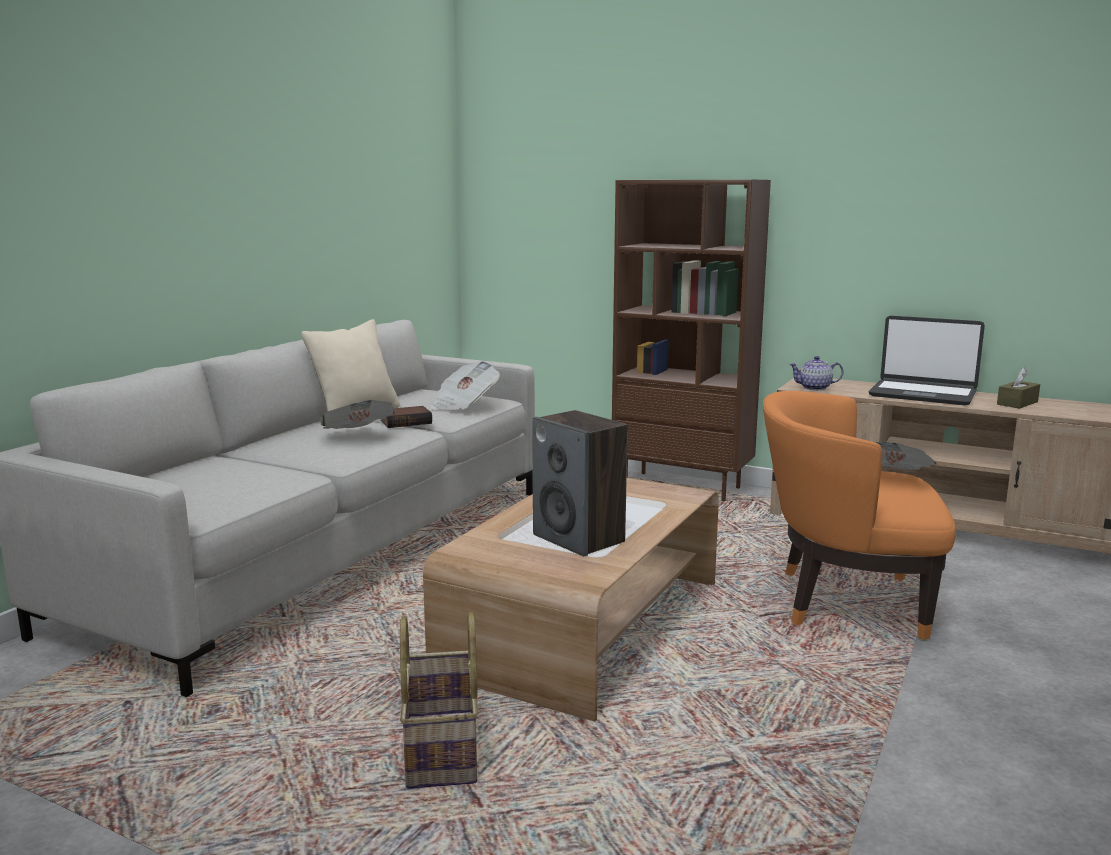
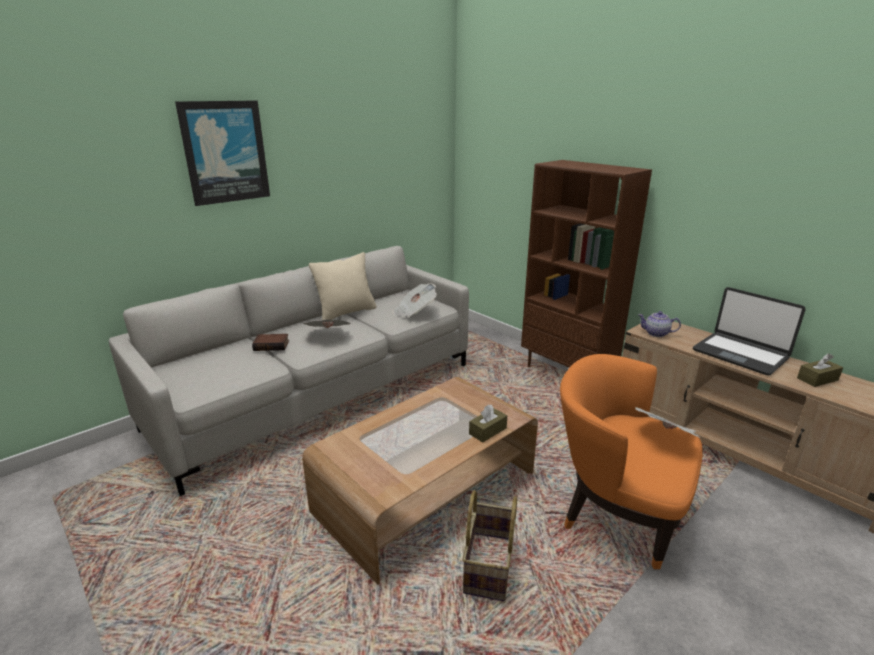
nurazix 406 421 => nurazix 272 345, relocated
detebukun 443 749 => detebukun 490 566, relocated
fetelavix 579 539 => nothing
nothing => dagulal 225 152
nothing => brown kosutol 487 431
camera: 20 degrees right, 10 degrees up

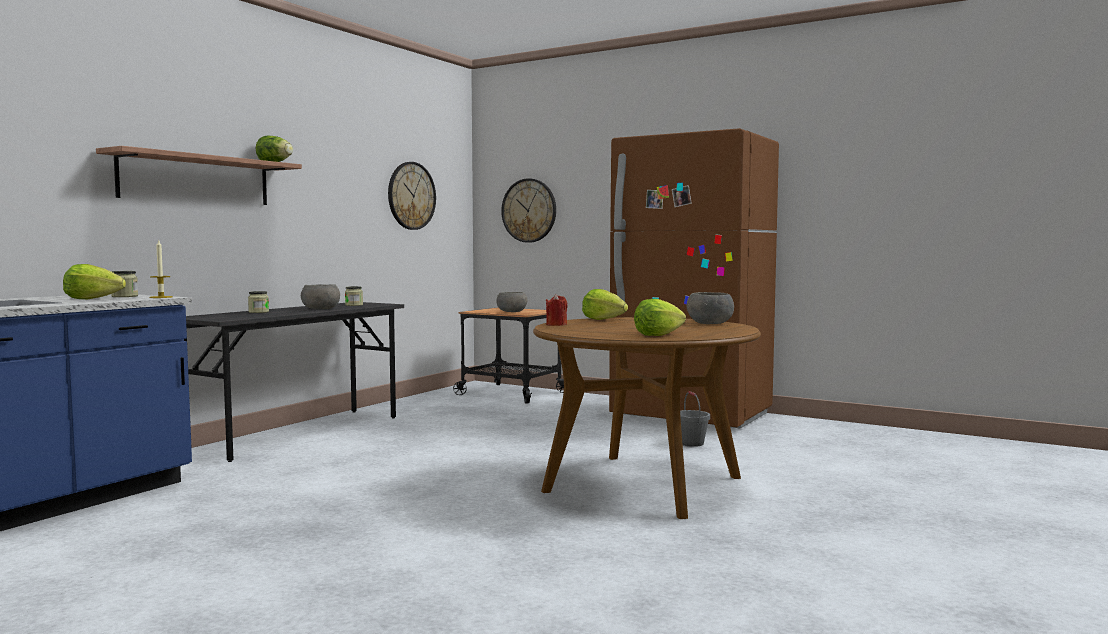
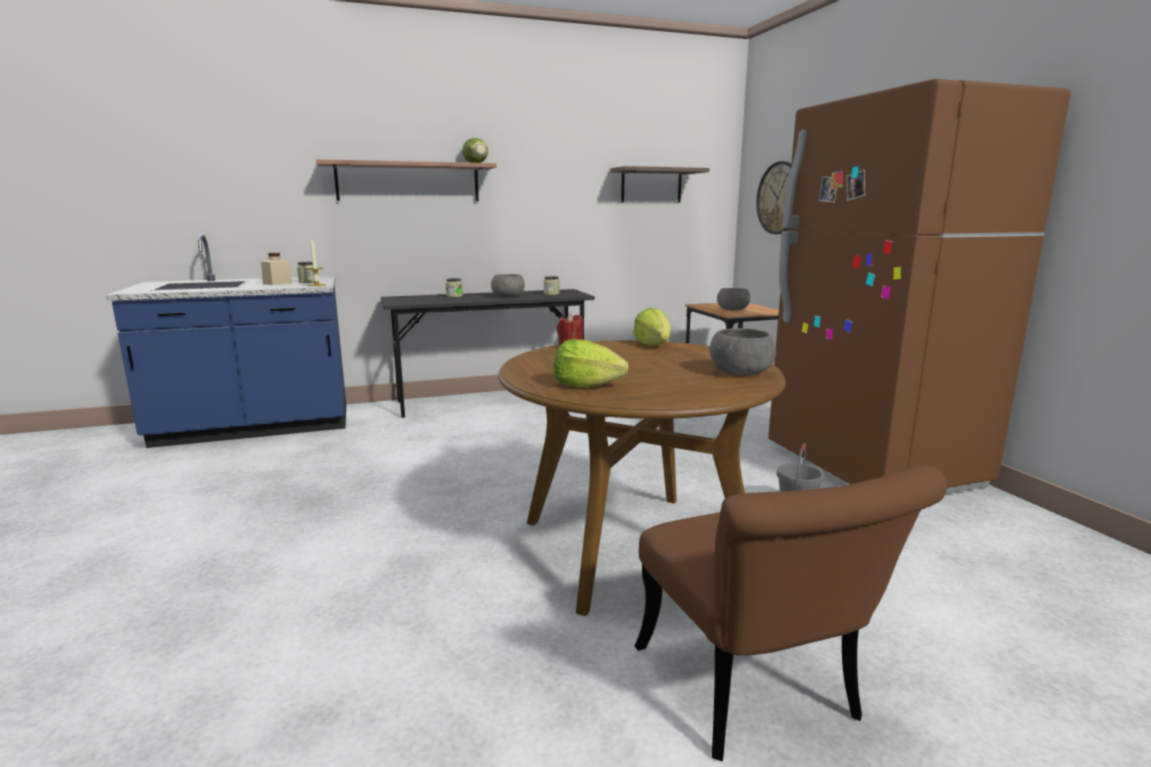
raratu 92 299 => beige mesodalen 277 283
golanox 411 196 => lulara 651 185
nothing => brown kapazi 757 697
camera: 40 degrees right, 10 degrees up

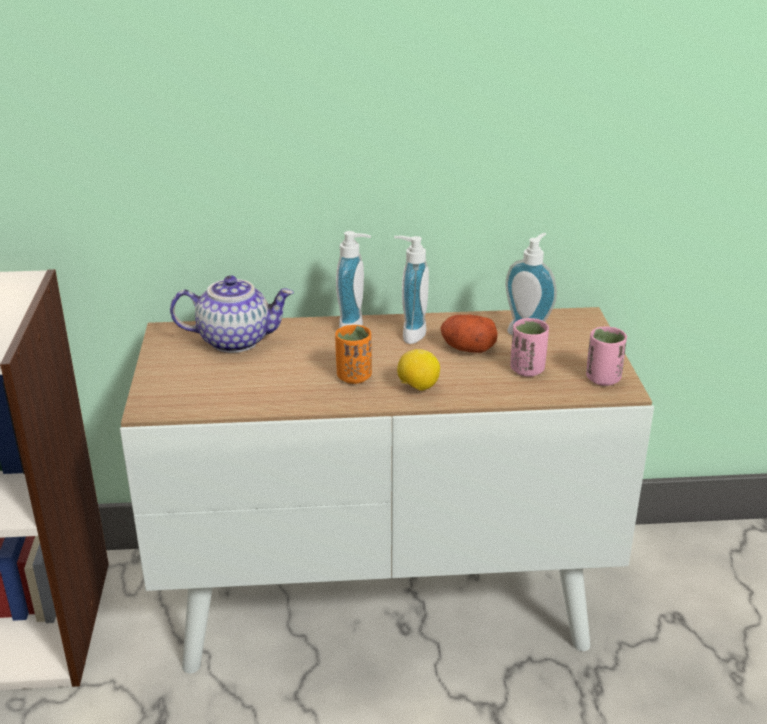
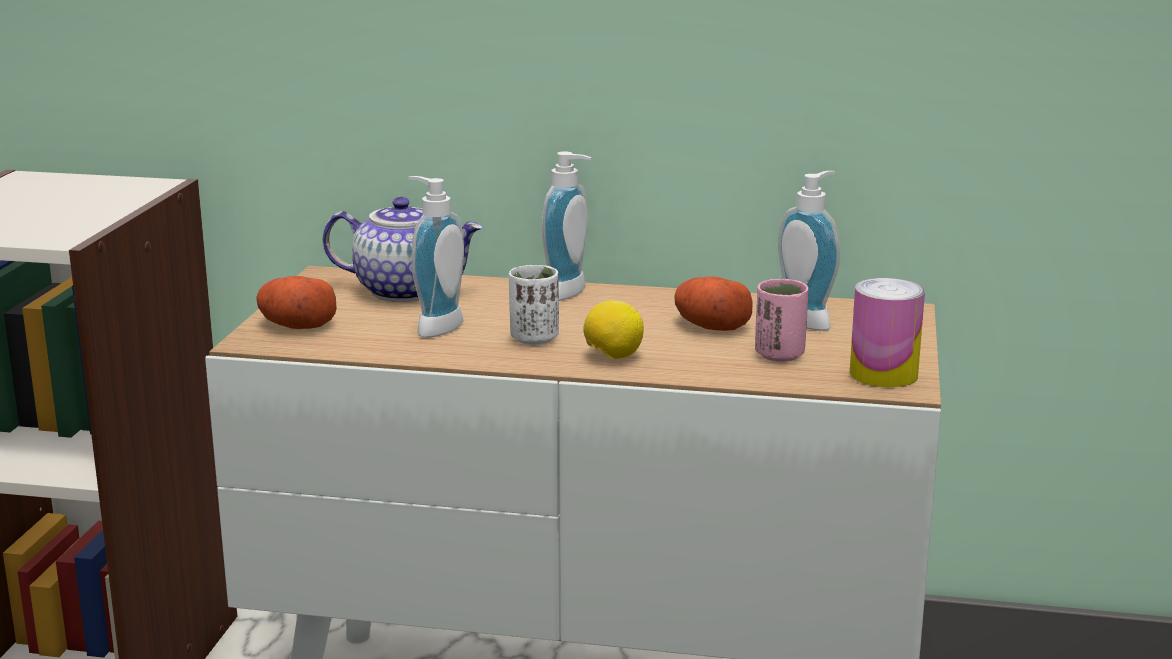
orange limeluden 354 377 => white limeluden 534 338
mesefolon 409 333 => mesefolon 434 327, relocated
pink limeluden 603 379 => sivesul 883 374
nothing => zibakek 295 325
camera: 15 degrees right, 10 degrees down

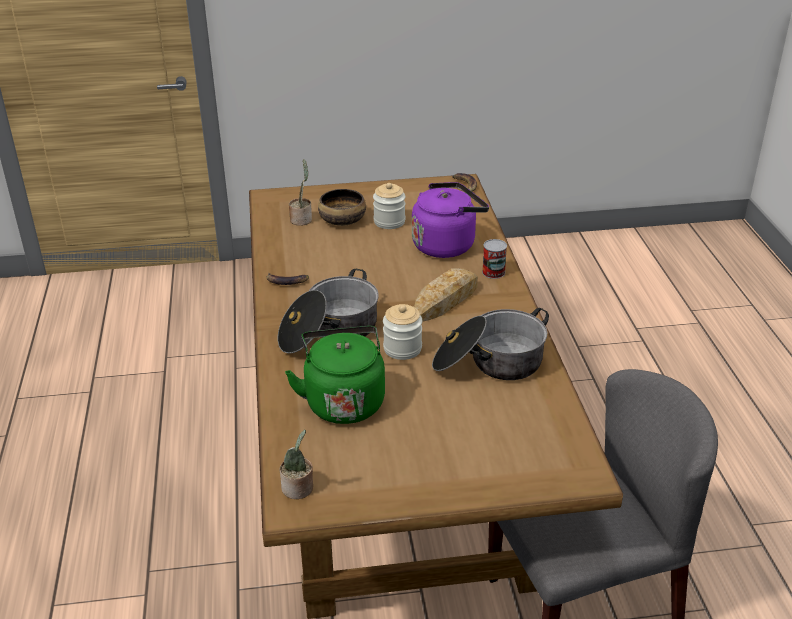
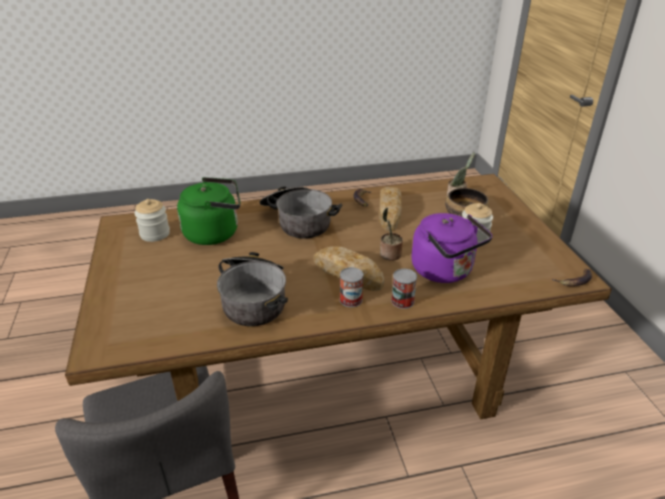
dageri 299 489 => dageri 389 255, relocated
mesodalen 402 349 => mesodalen 155 234, relocated
nothing => sivesul 351 299
nothing => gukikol 389 212
camera: 85 degrees right, 0 degrees up

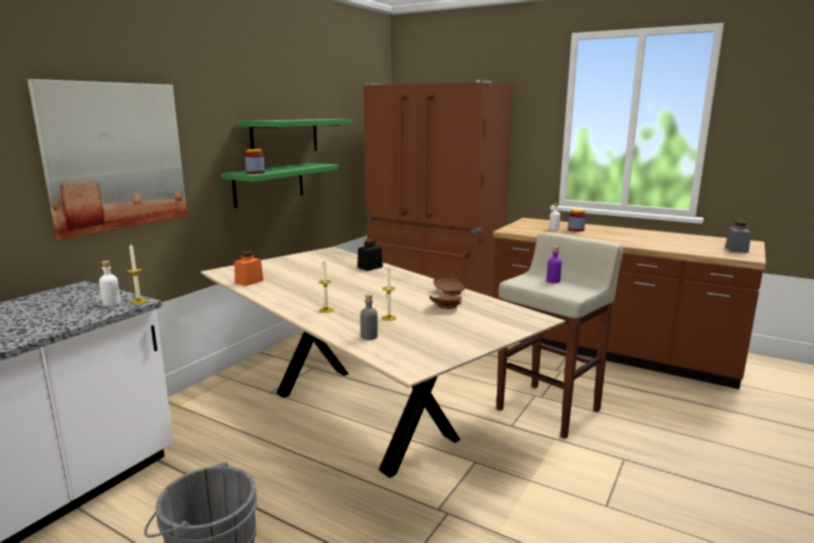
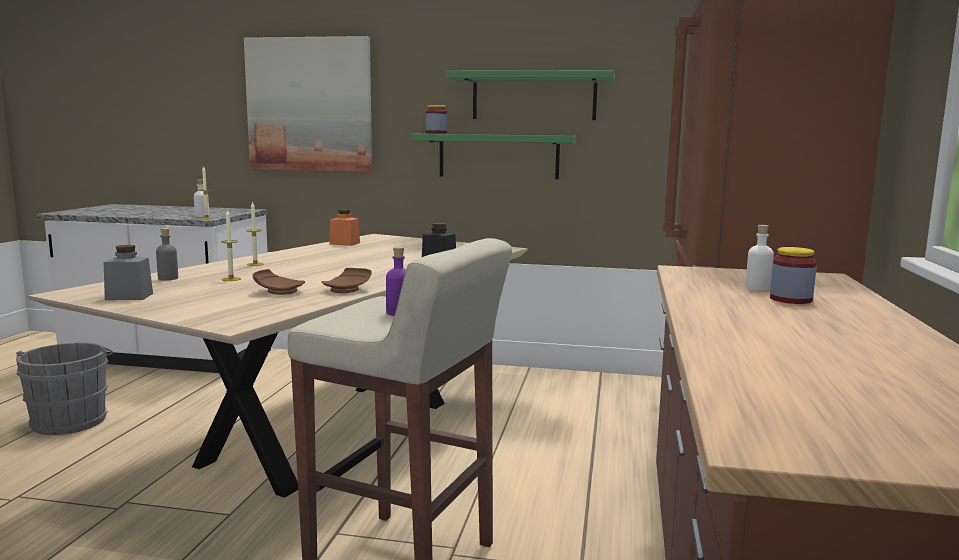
grey mesodalen 736 250 => grey mesodalen 129 296, relocated
camera: 70 degrees right, 5 degrees down

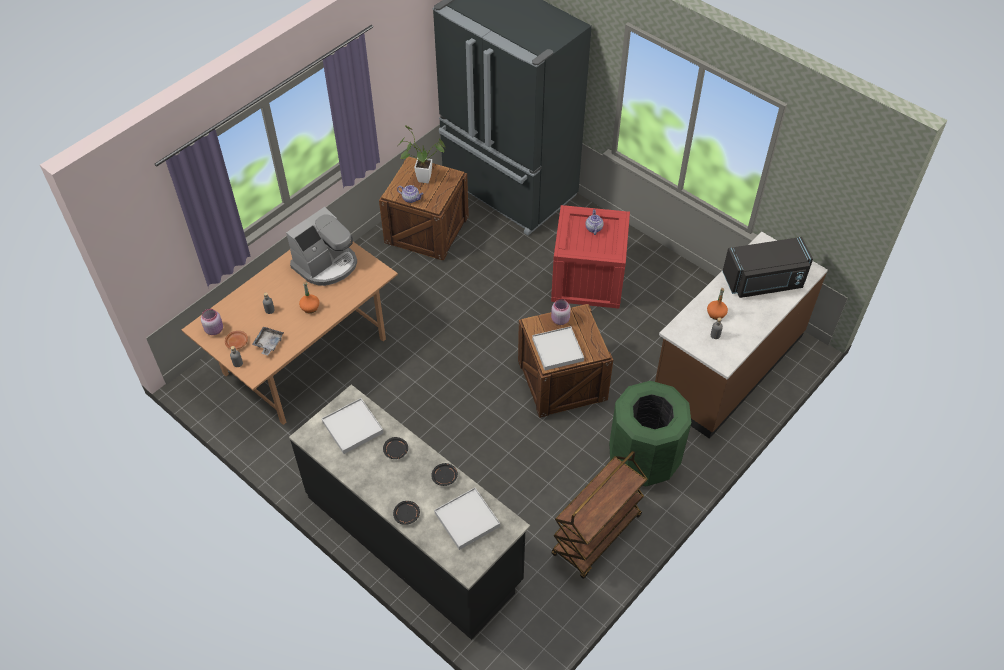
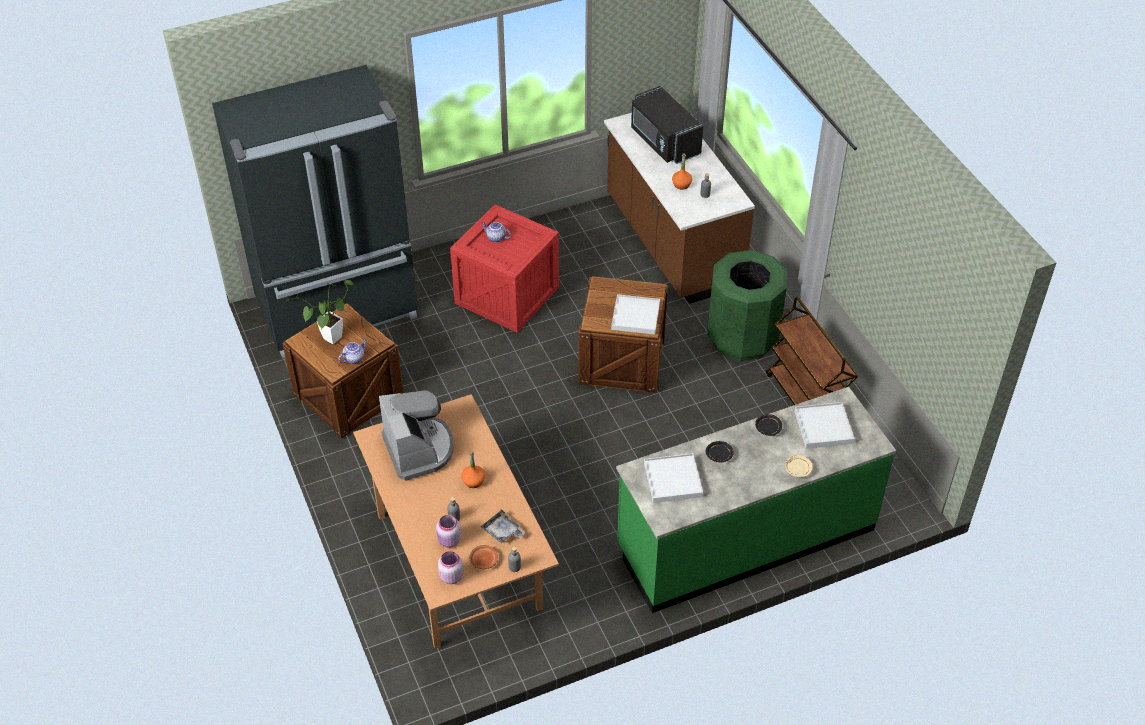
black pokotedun 414 538 => green pokotedun 745 538
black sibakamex 407 514 => beige sibakamex 797 469
pink mesodalen 559 320 => pink mesodalen 449 541, relocated
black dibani 764 282 => black dibani 663 142, 135 degrees clockwise
camera: 65 degrees left, 5 degrees down

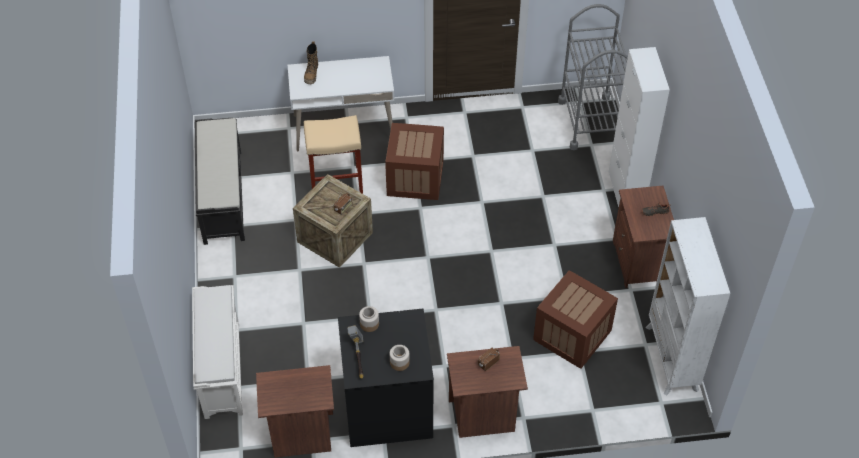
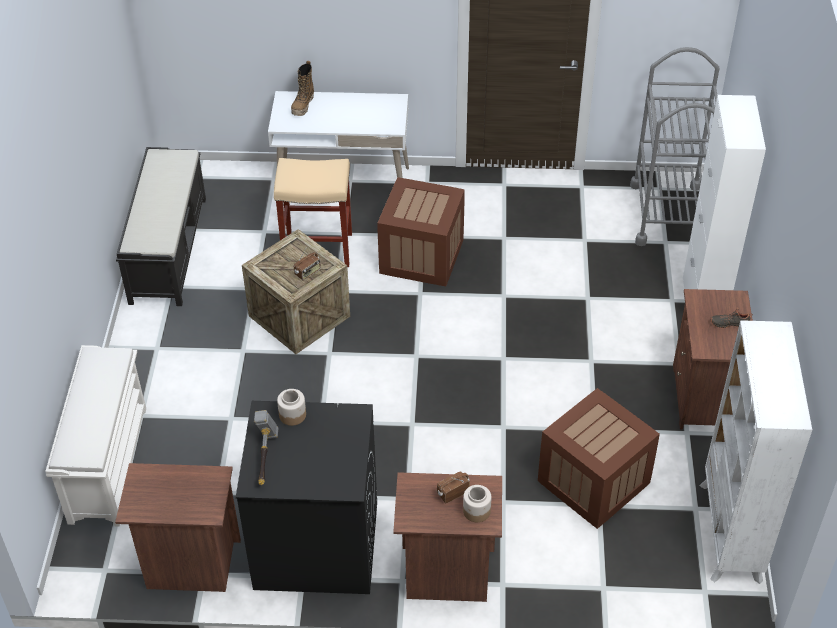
mesodalen 399 363 => mesodalen 476 511, relocated
camera: 10 degrees right, 5 degrees down

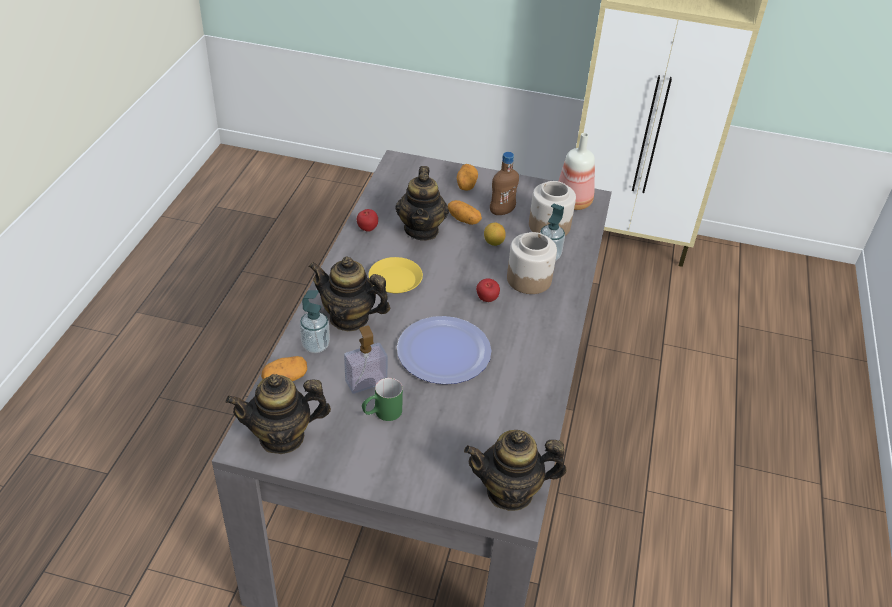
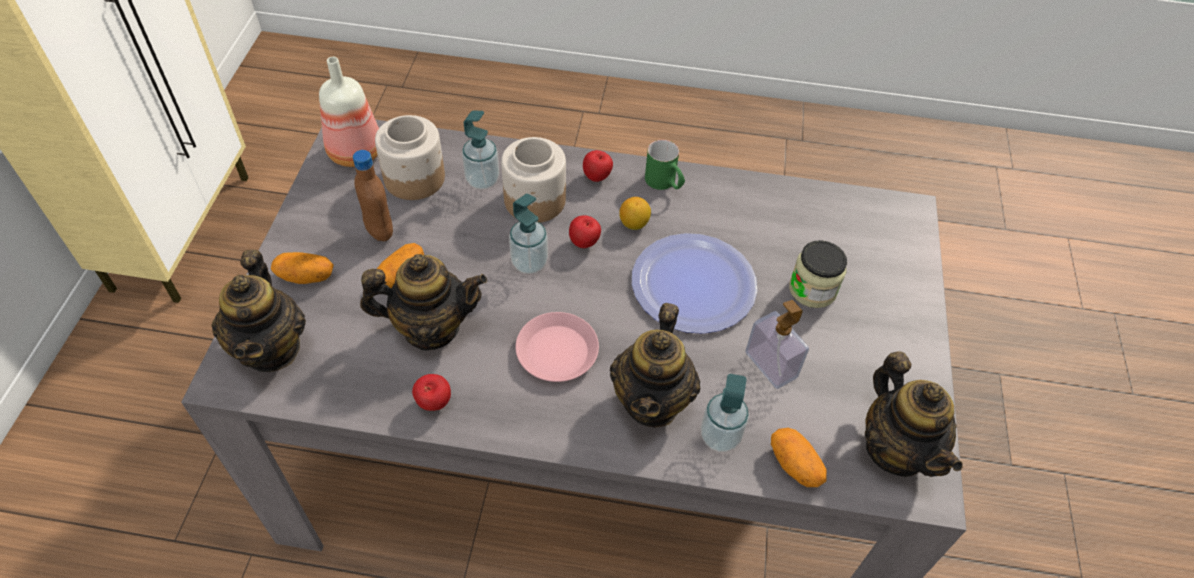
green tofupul 382 413 => green tofupul 665 184, relocated
yellow sibakamex 395 279 => pink sibakamex 557 352
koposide 510 492 => koposide 271 348, relocated
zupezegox 493 242 => zupezegox 634 224, relocated
nothing => mesefolon 529 263
nothing => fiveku 597 177
nothing => mesodalen 812 289
camera: 95 degrees left, 10 degrees up

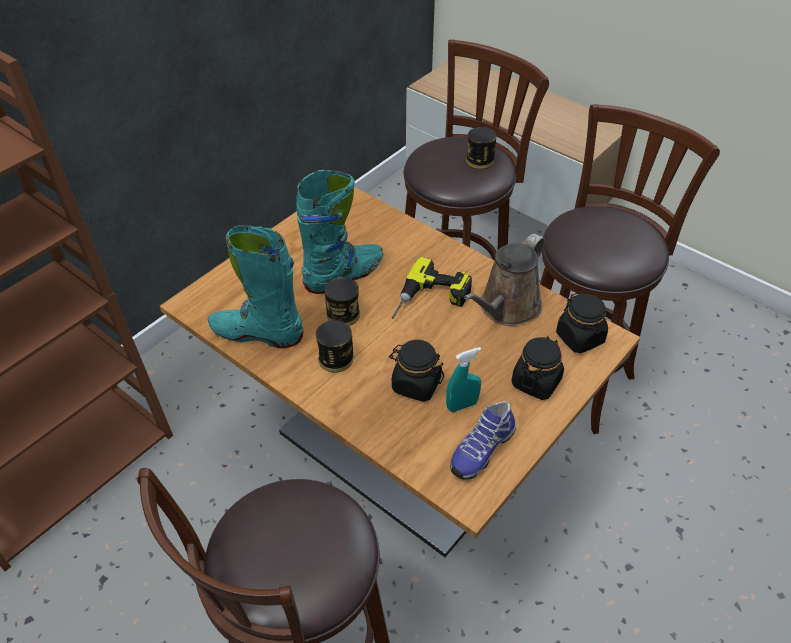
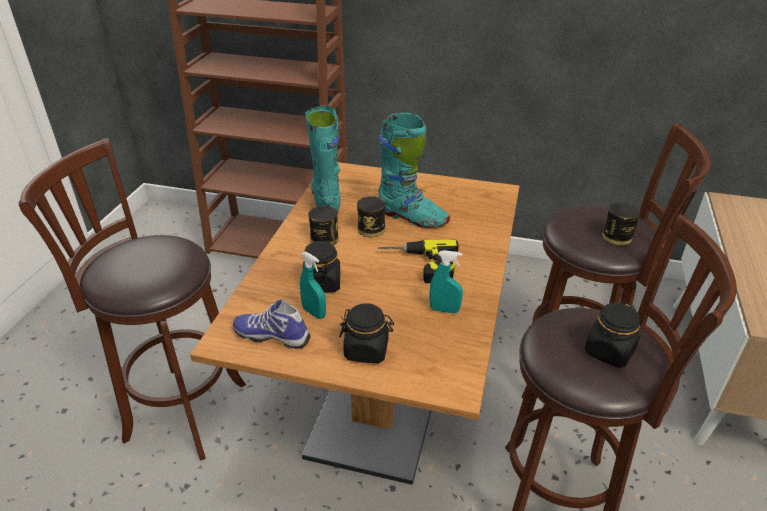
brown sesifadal 506 308 => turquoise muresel 444 310
black mesodalen 580 338 => black mesodalen 609 351, relocated
camera: 65 degrees right, 10 degrees down

